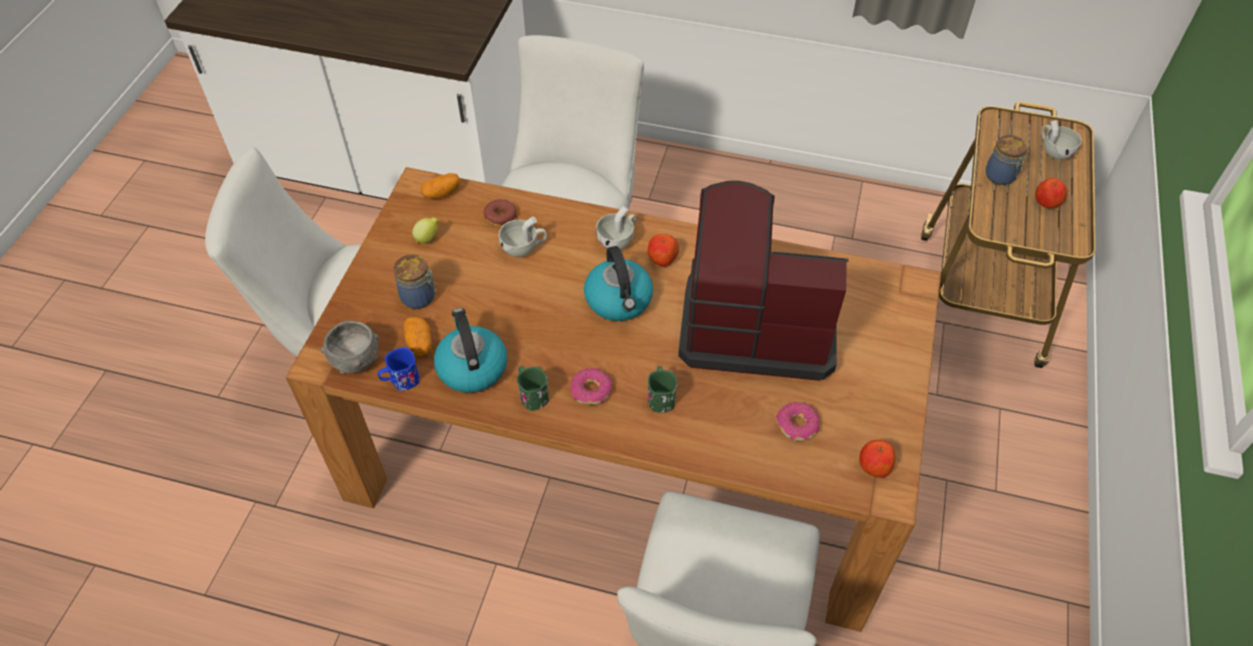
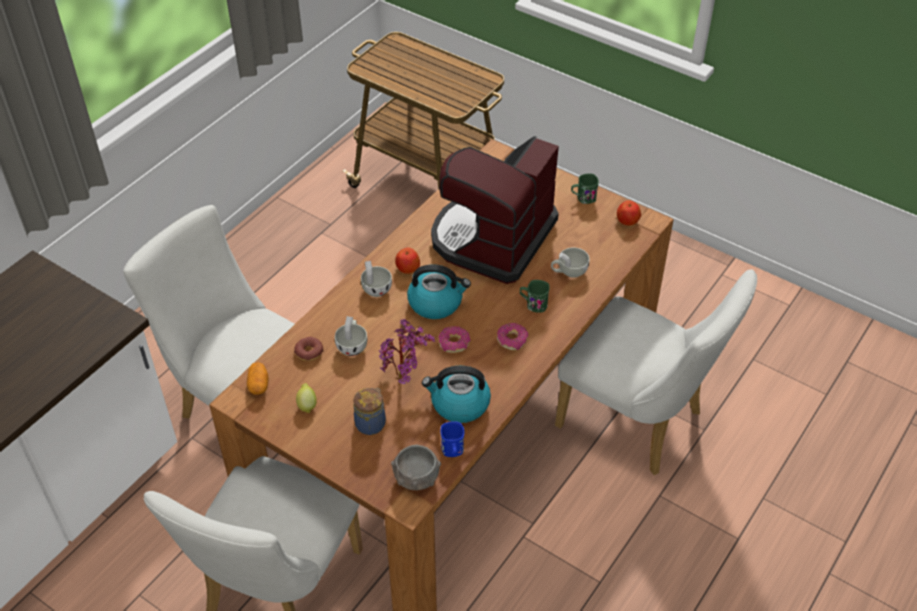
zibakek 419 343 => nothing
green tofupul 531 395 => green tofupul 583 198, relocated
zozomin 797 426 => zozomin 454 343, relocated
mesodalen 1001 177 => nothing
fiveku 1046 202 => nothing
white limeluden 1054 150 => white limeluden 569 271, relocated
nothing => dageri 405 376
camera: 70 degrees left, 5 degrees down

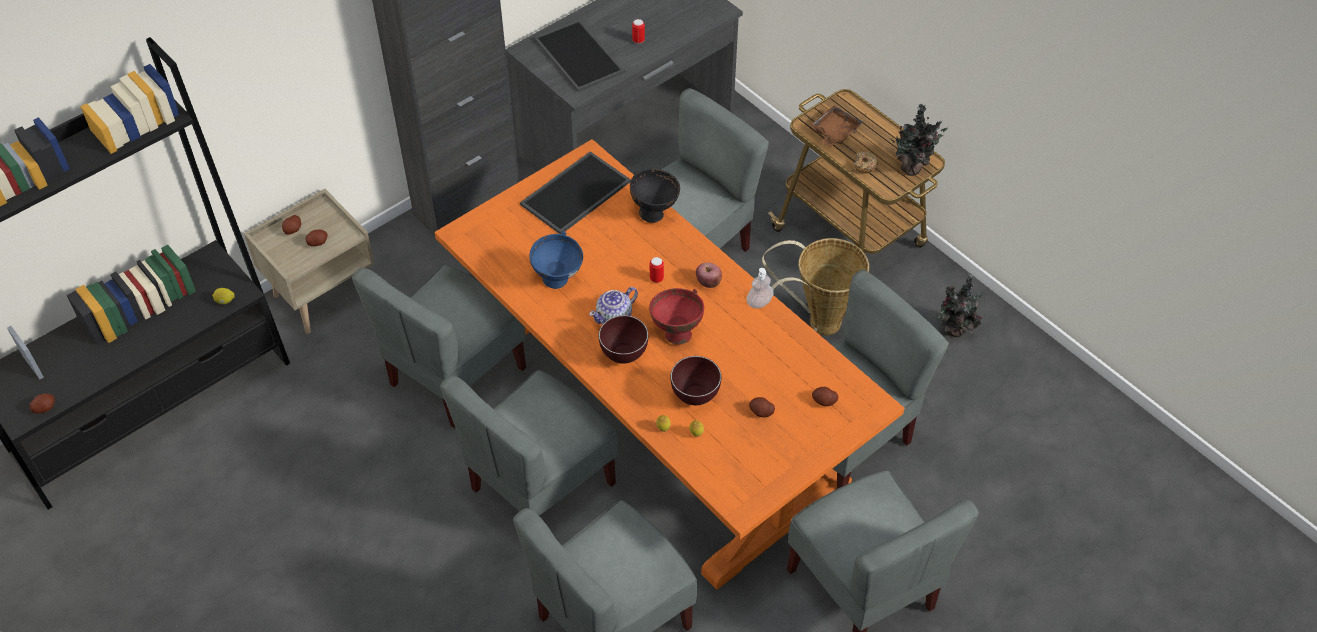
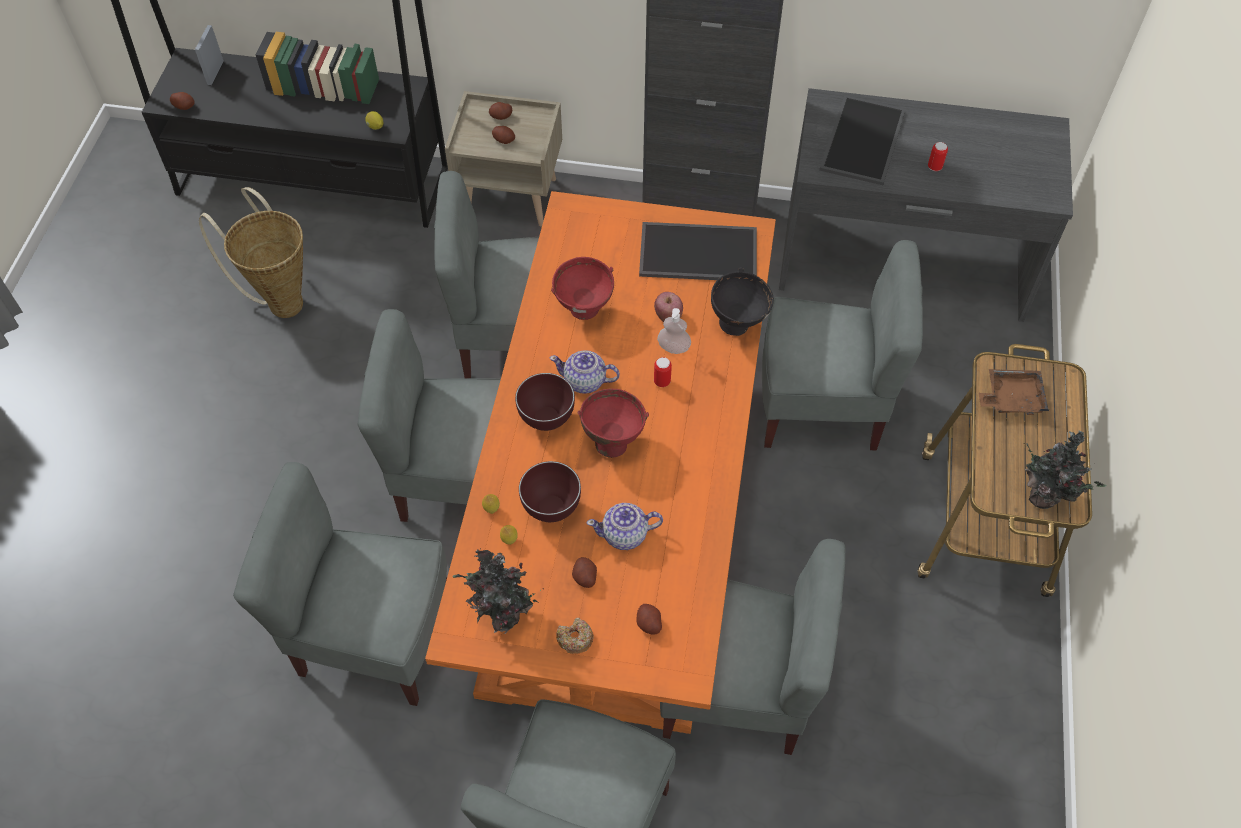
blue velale 558 280 => red velale 585 311
fiveku 708 283 => fiveku 668 316, relocated
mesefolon 759 302 => mesefolon 673 347, relocated
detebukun 816 324 => detebukun 281 300, relocated
zozomin 864 165 => zozomin 575 638, relocated
dageri 954 331 => dageri 503 616, relocated
nothing => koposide 625 535
camera: 50 degrees right, 5 degrees up

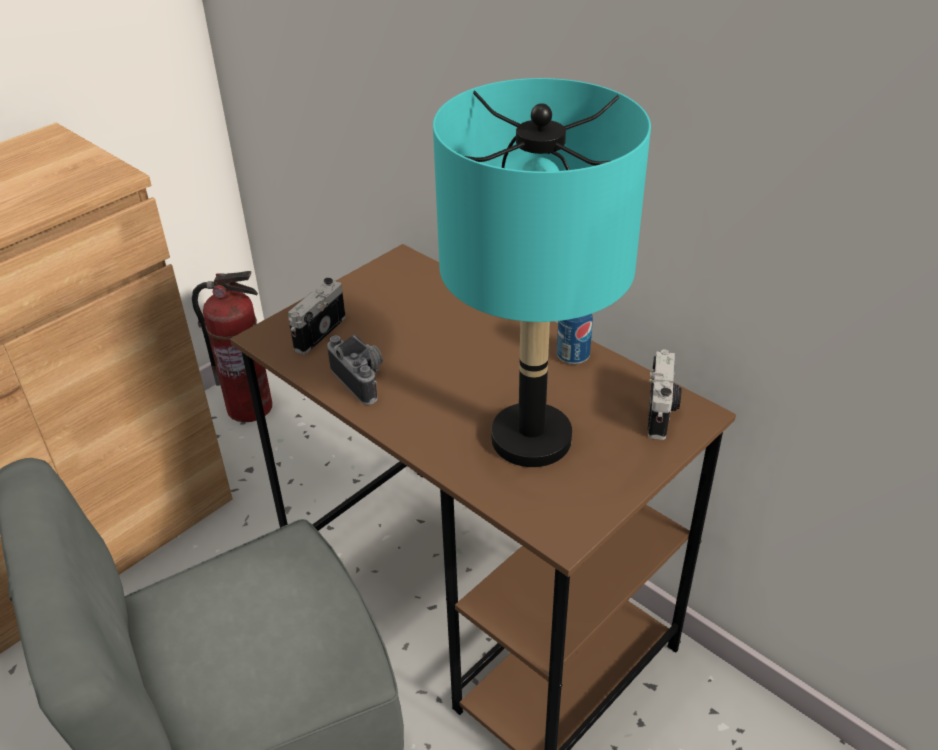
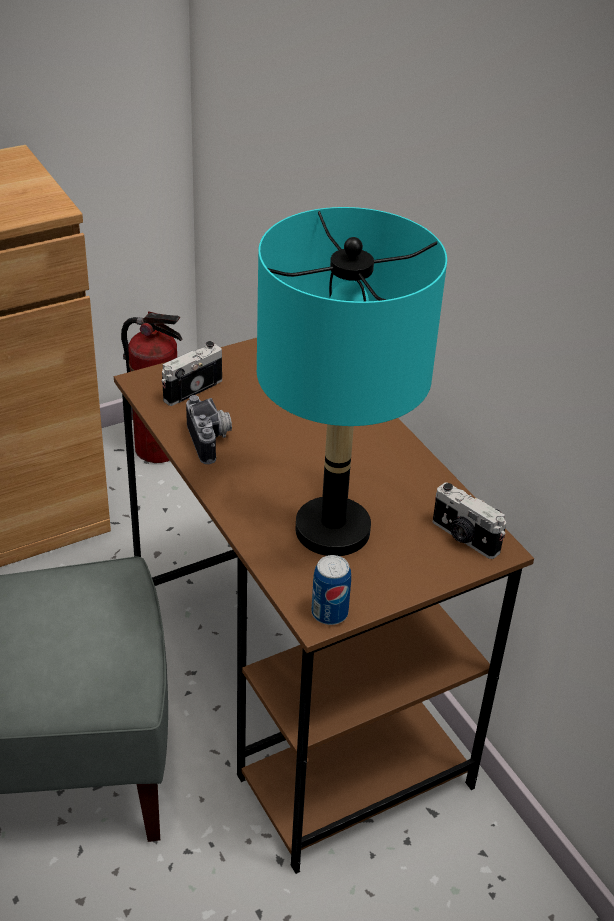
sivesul 573 355 => sivesul 329 613, relocated
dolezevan 661 412 => dolezevan 464 538, 105 degrees clockwise
camera: 15 degrees right, 0 degrees up

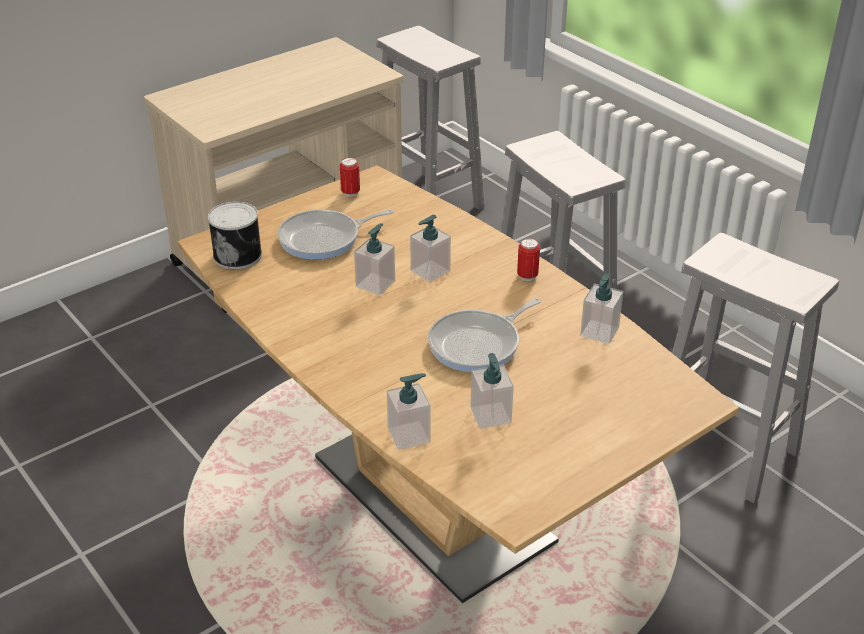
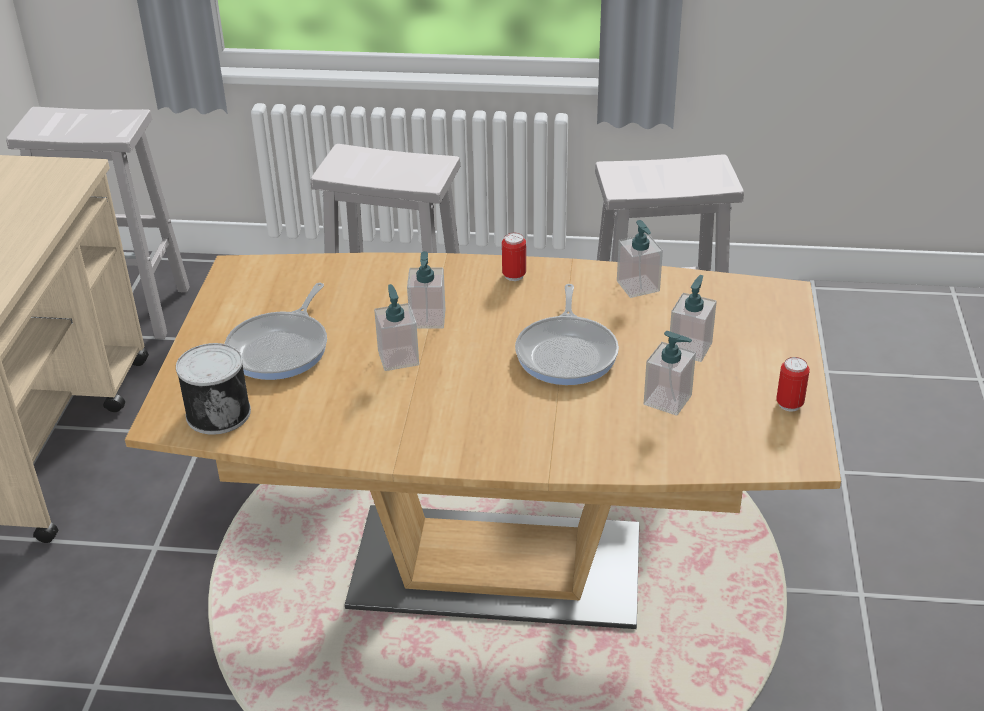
sivesul 350 192 => sivesul 789 404, relocated
mesefolon 409 435 => mesefolon 690 348, relocated
camera: 45 degrees left, 0 degrees up

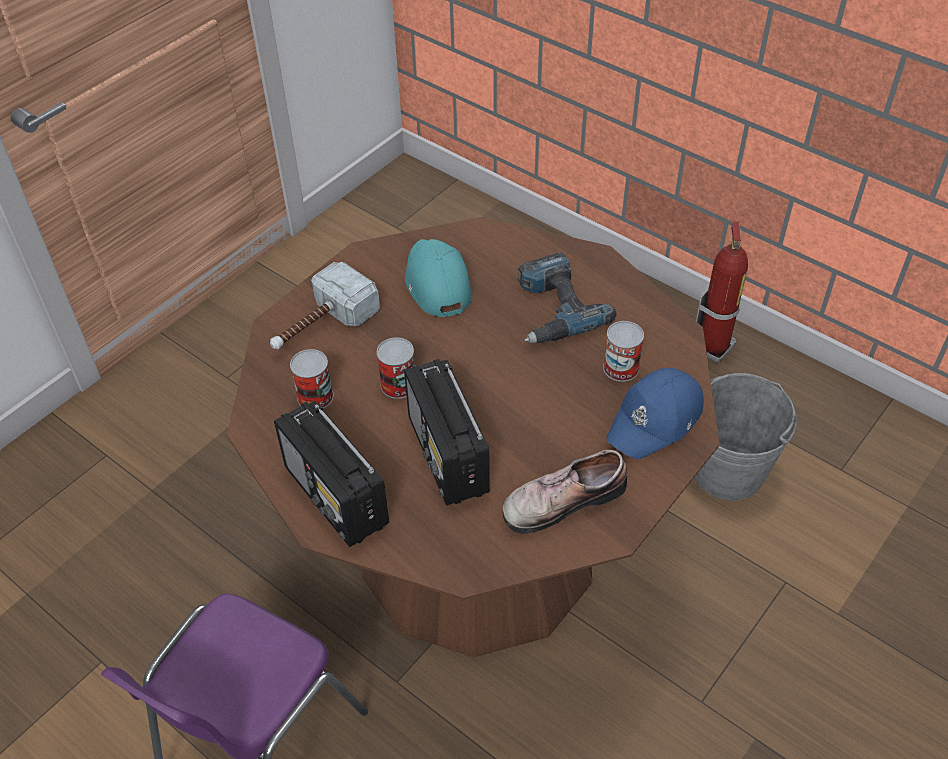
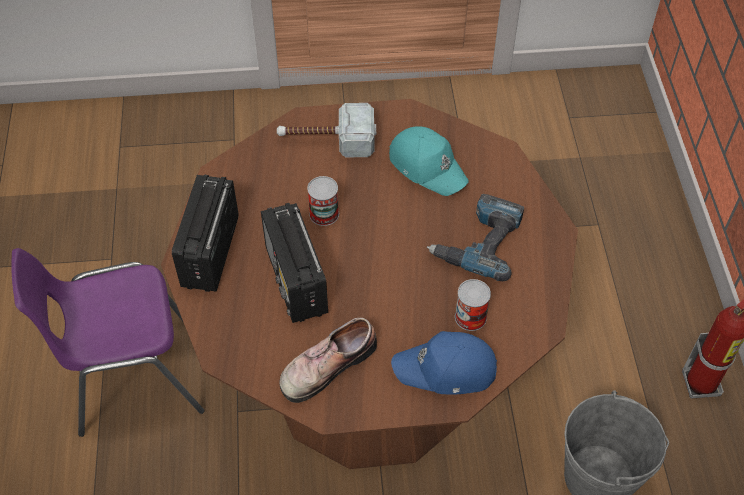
sivesul 315 396 => nothing
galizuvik 448 456 => galizuvik 296 281, 45 degrees counterclockwise
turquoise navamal 436 283 => turquoise navamal 427 166, 105 degrees clockwise
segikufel 561 498 => segikufel 325 364, 60 degrees counterclockwise
camera: 45 degrees right, 5 degrees up

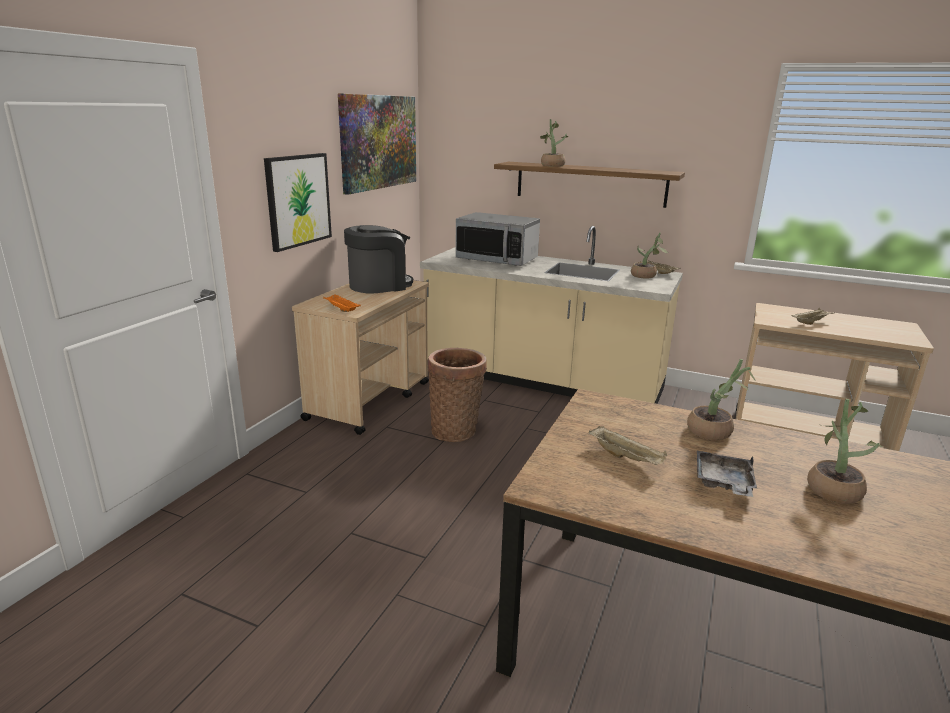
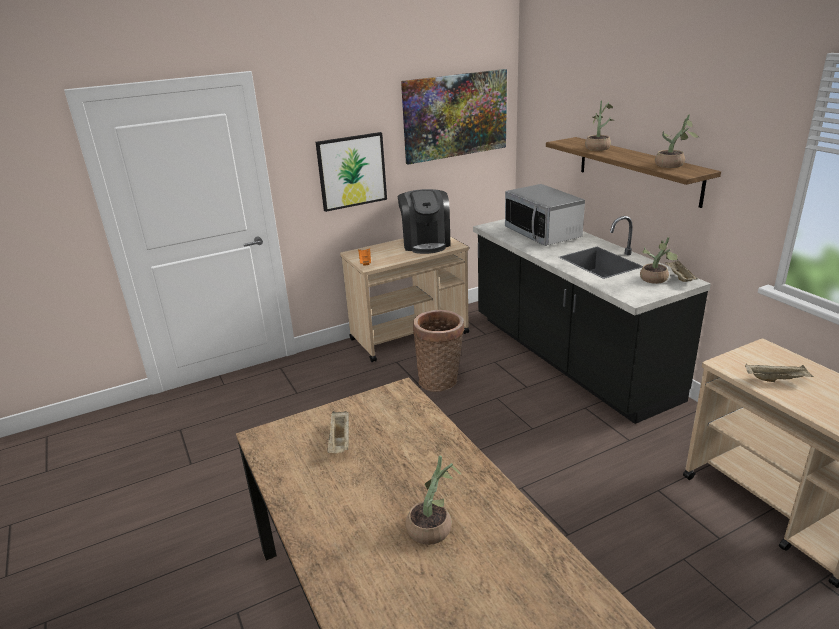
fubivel 379 285 => fubivel 426 243, 75 degrees clockwise
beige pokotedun 541 380 => black pokotedun 569 358
dageri 715 431 => dageri 672 165, relocated
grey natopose 723 482 => nothing
camera: 40 degrees right, 5 degrees up

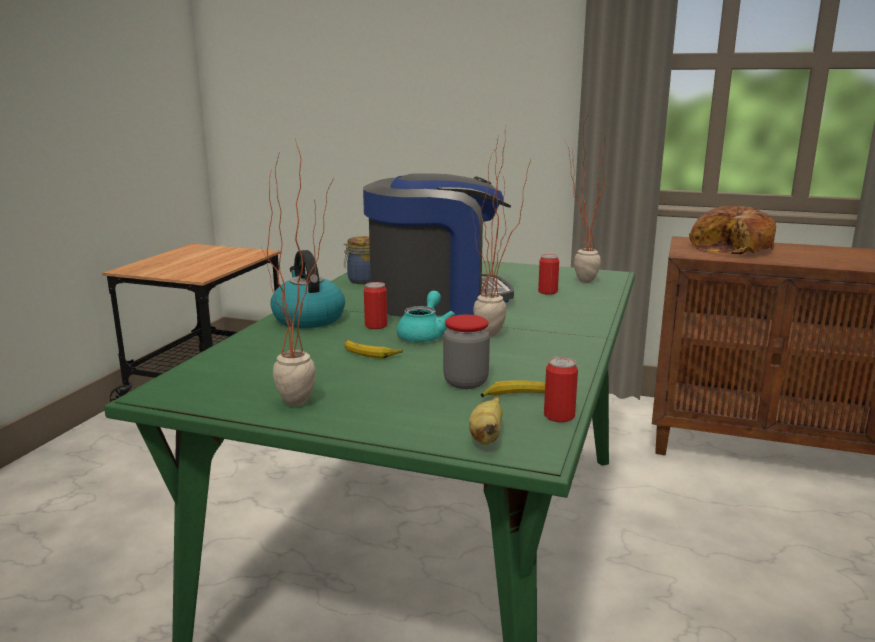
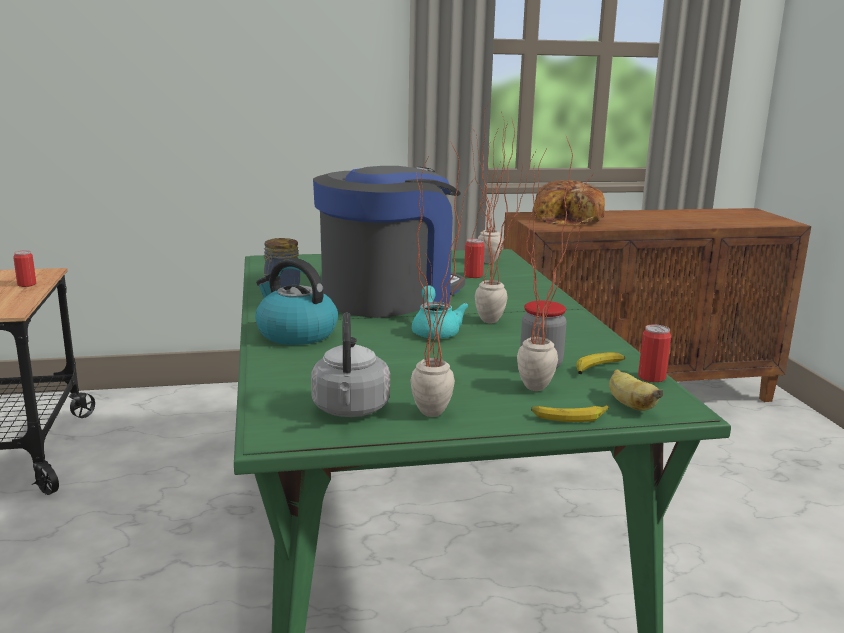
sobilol 370 353 => sobilol 570 417, relocated
sivesul 376 326 => sivesul 27 284, relocated
nothing => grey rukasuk 350 410
nothing => dageri 548 388
camera: 30 degrees left, 0 degrees up

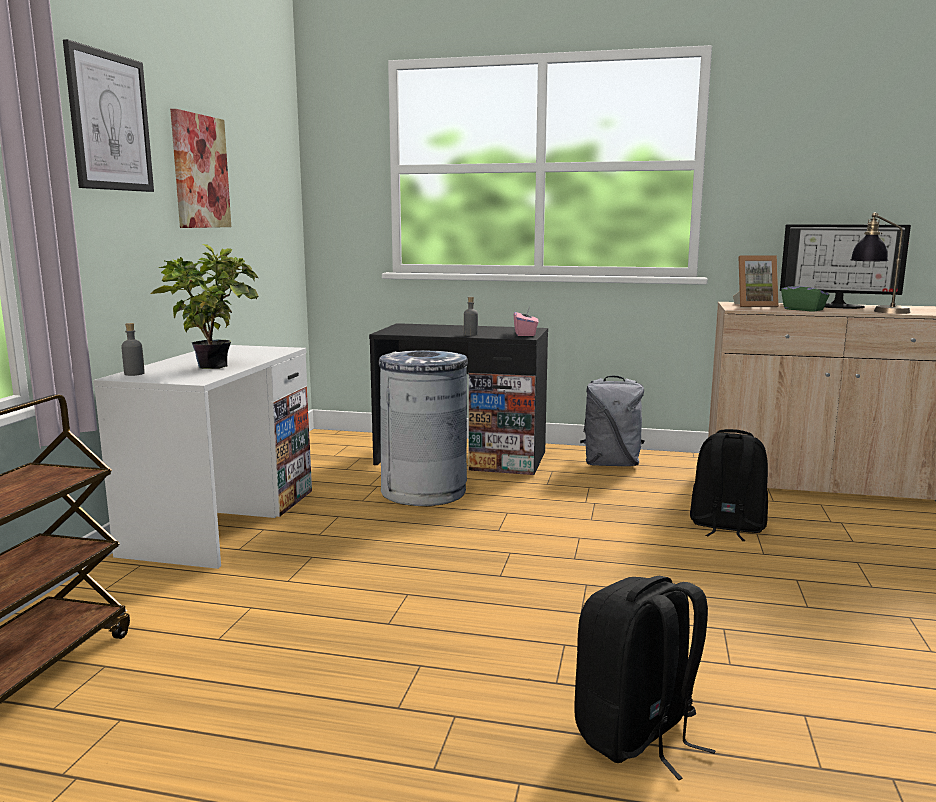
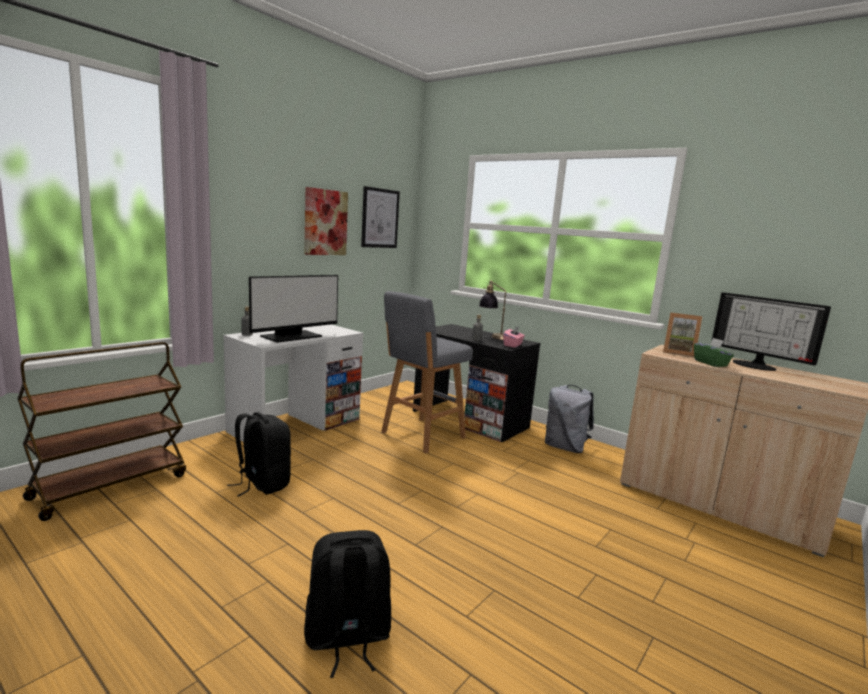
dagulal 109 122 => dagulal 380 218, relocated
dageri 215 366 => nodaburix 292 336
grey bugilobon 424 491 => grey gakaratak 421 435
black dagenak 726 526 => black dagenak 262 484, relocated
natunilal 877 311 => natunilal 493 336, relocated
camera: 25 degrees right, 0 degrees up

